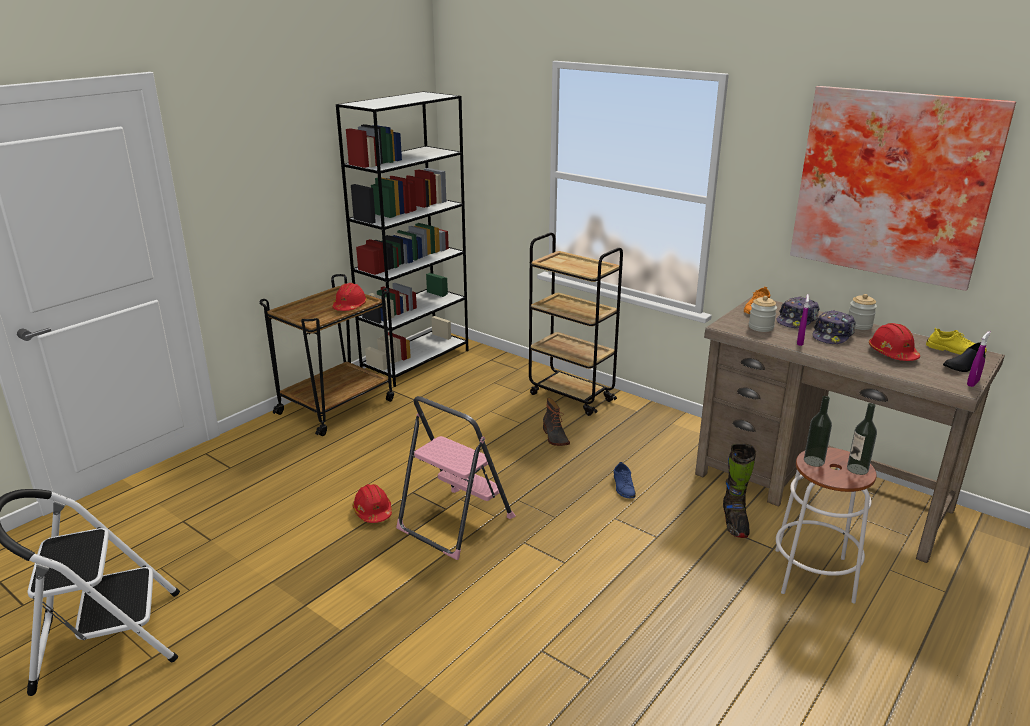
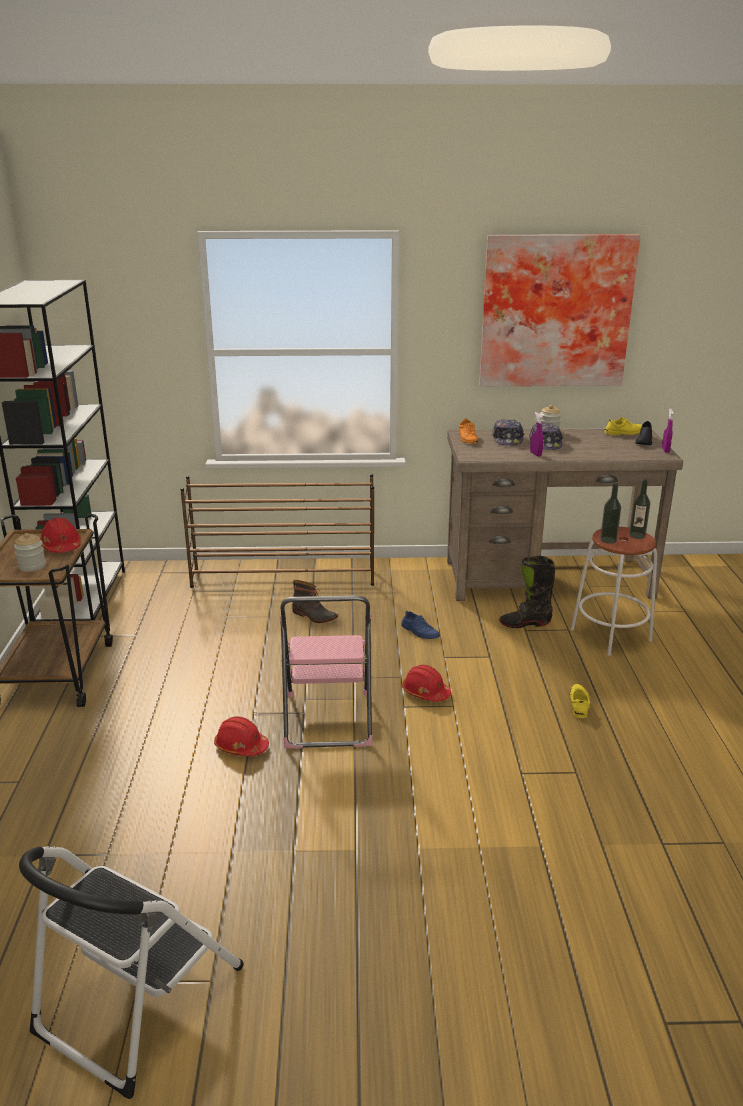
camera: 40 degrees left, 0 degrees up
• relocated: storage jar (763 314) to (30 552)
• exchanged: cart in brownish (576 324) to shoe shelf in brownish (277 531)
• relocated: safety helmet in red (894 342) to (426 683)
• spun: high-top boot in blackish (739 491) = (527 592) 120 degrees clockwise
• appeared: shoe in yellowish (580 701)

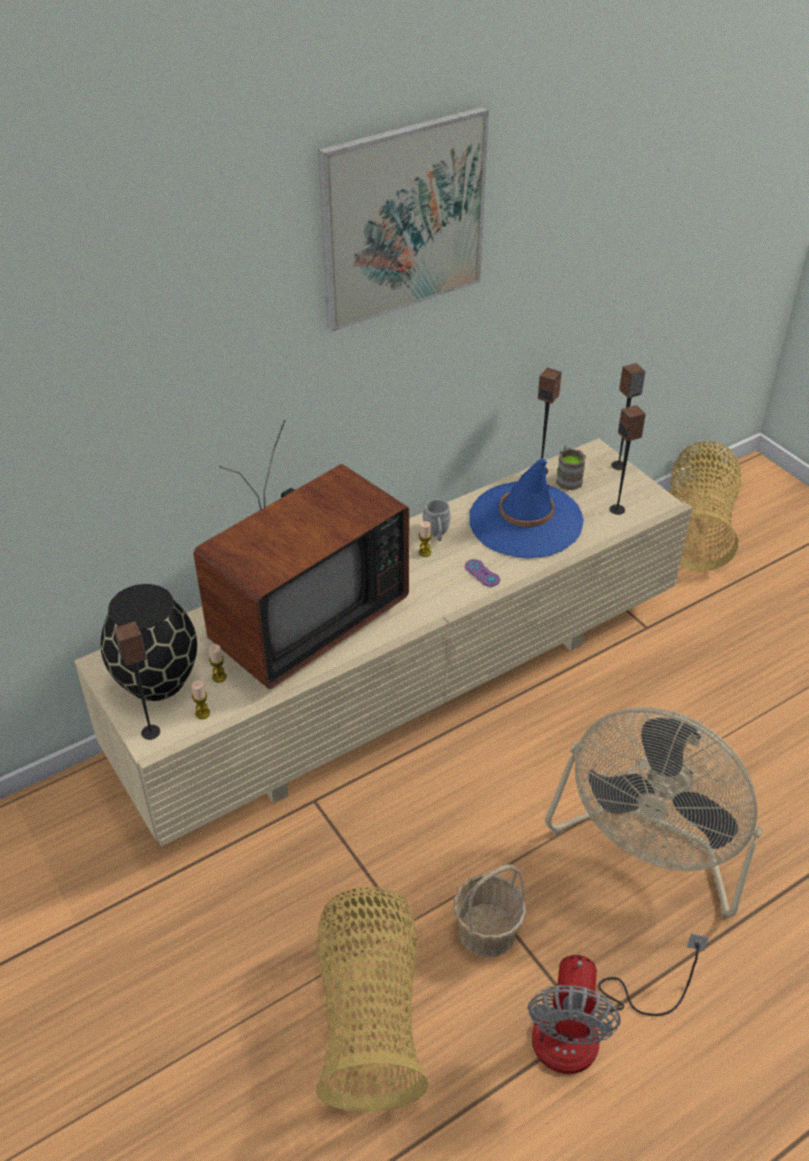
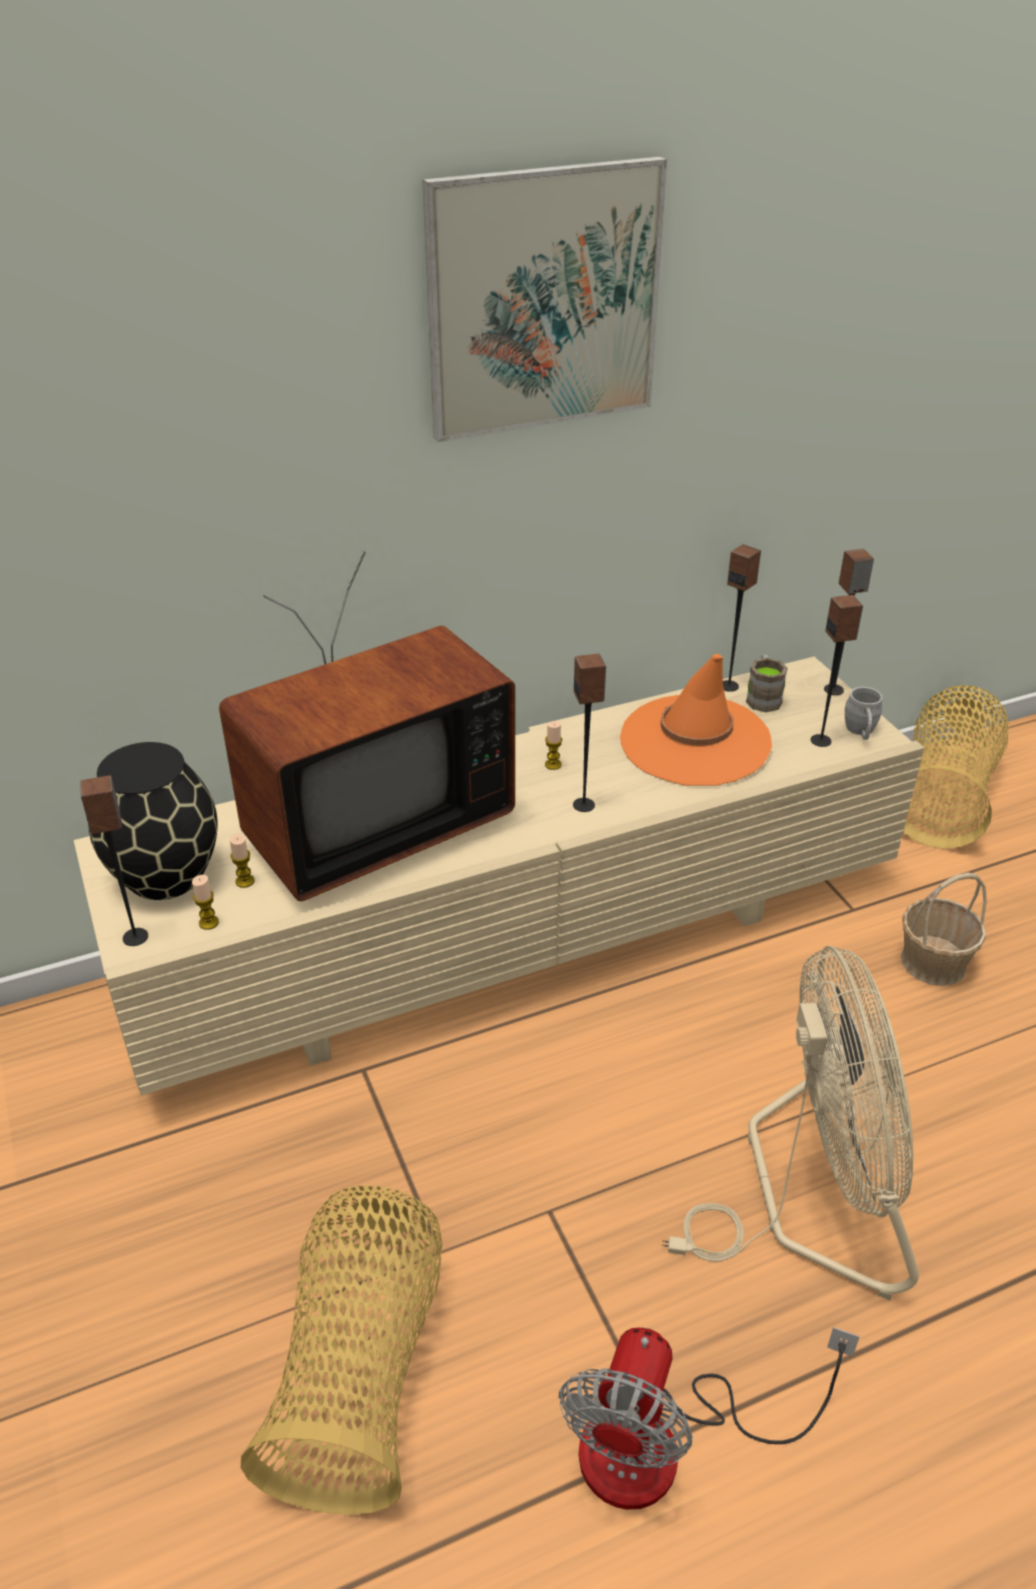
camera: 10 degrees right, 5 degrees down
• appeared: loudspeaker (589 733)
• colour: clothing hat in blue-coloured (526 508) to clothing hat in orange (696 720)
• spun: cooling fan in beige (654 812) = (791 1123) 135 degrees counterclockwise
• relocated: coffee mug in gray (437 520) to (864 713)
• relocated: basket (489 910) to (944 929)
• missing: game controller in purple-coloured (482 573)

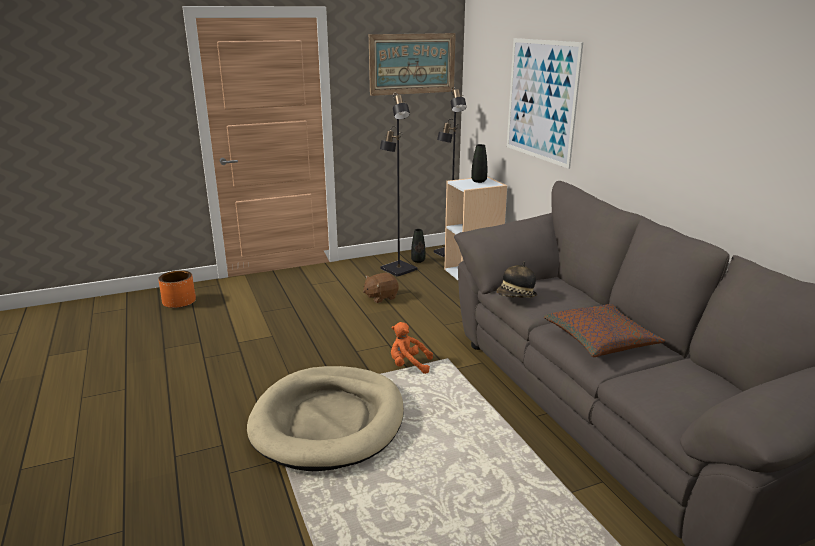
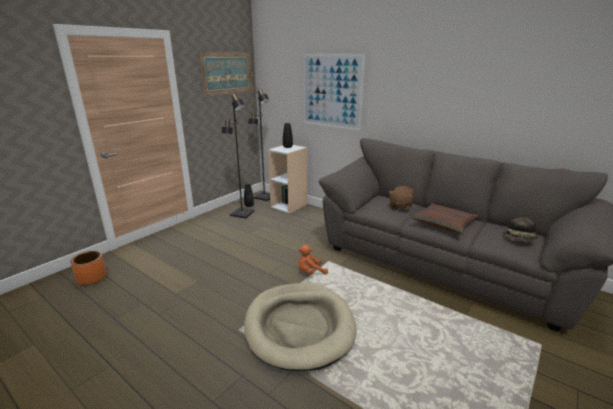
camera: 30 degrees left, 0 degrees up
• relocated: cuddly toy in brownish (380 288) to (402 198)
• relocated: clothing hat (516 280) to (521 228)

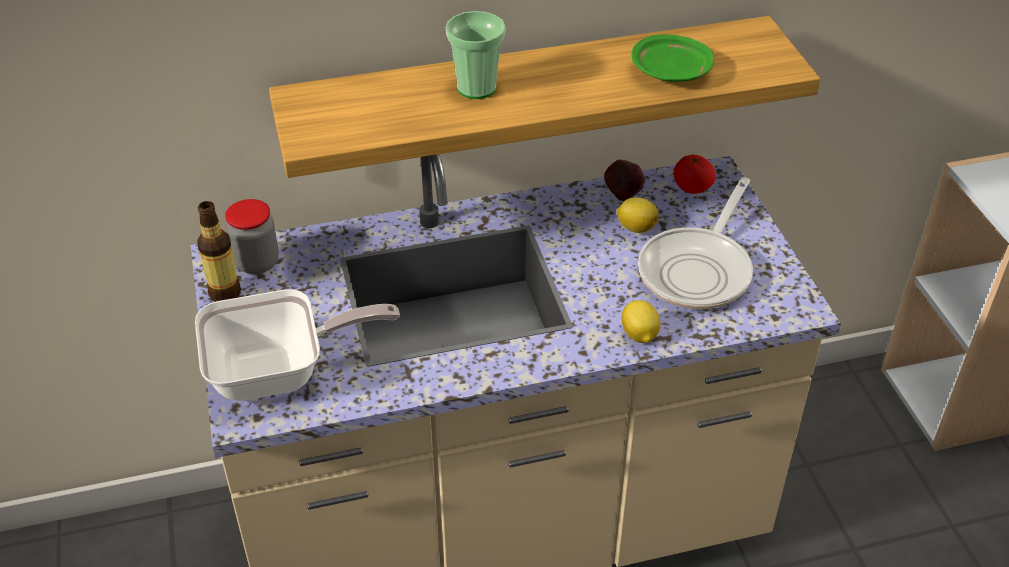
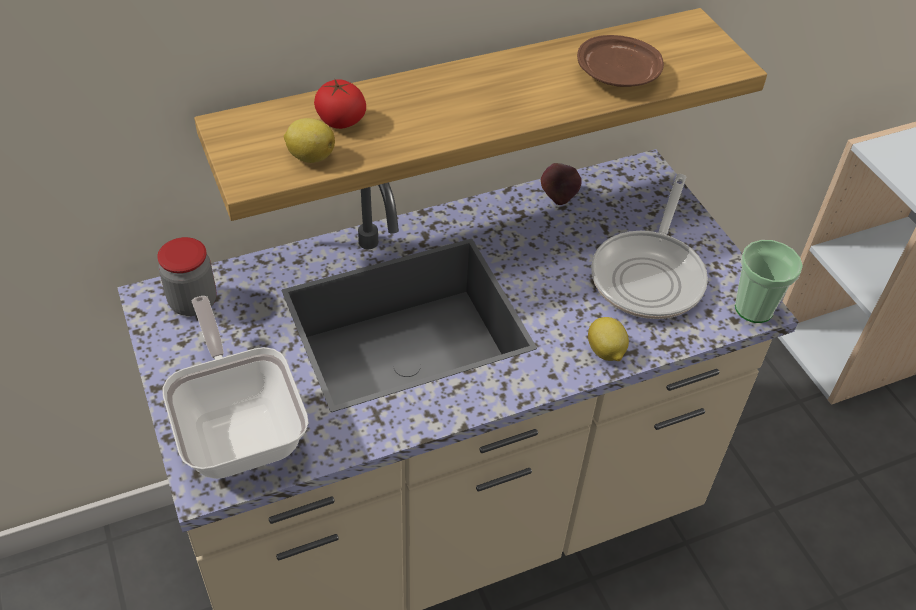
camera: 10 degrees left, 5 degrees up
• spun: pan (297 345) = (235 387) 90 degrees counterclockwise
• relocated: lemon (637 215) to (309 140)
• relocated: fresh tomato (694 174) to (340 104)
• colour: dinner plate in greenish (673 58) to dinner plate in brownish (620 61)
• relocated: cup (476 55) to (769 281)
• missing: beverage bottle (219 251)

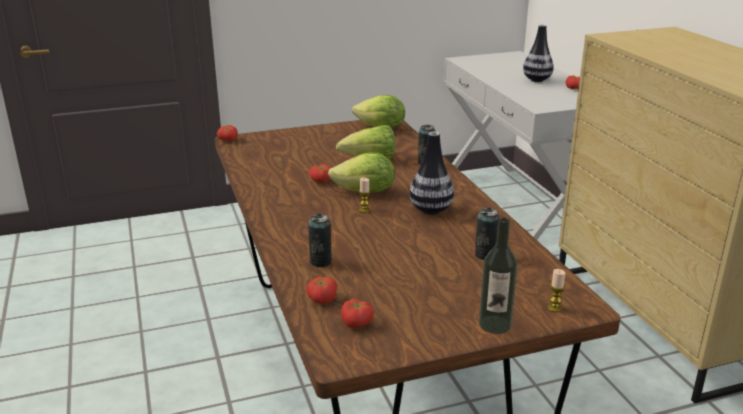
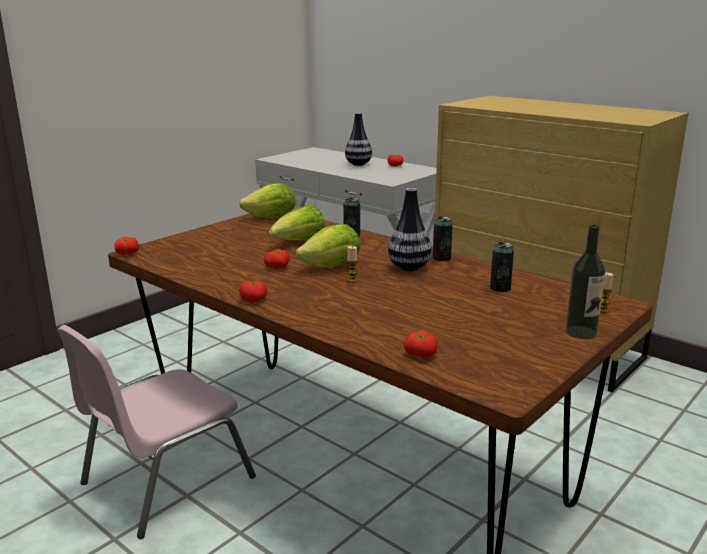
camera: 30 degrees left, 5 degrees down
• appeared: plain chair in pinkish (156 432)
• relocated: fresh tomato (357 313) to (253 291)
• relocated: can (320 240) to (443 238)

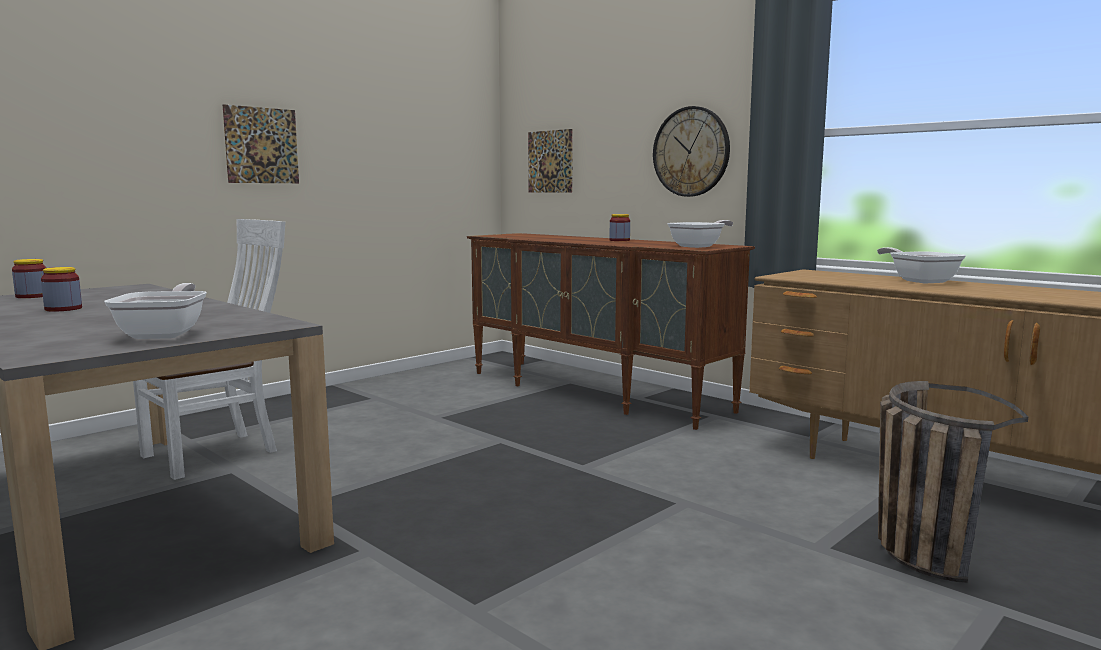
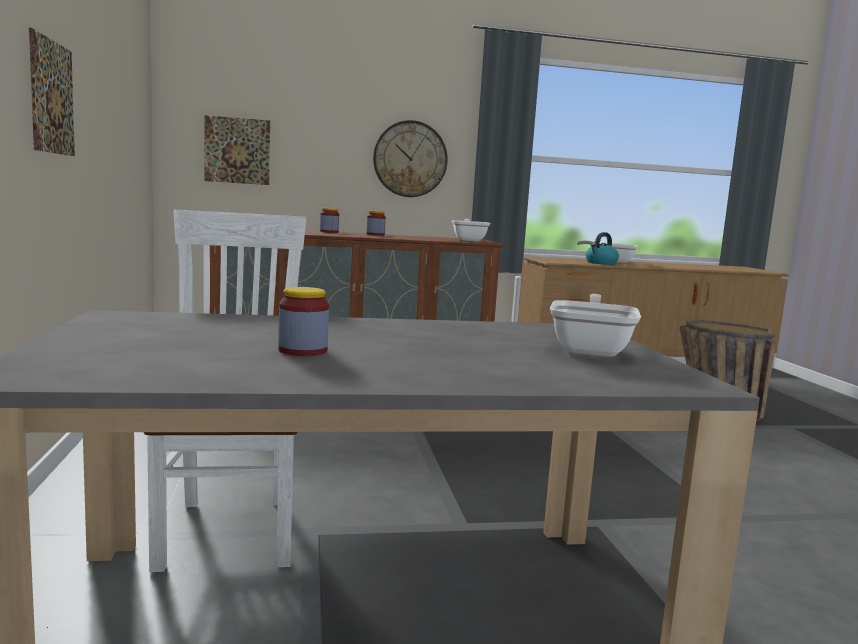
camera: 55 degrees left, 0 degrees up
• relocated: storage jar (29 278) to (329 220)
• spun: pan (155 311) = (595 325) 75 degrees clockwise
• appeared: kettle (602 248)

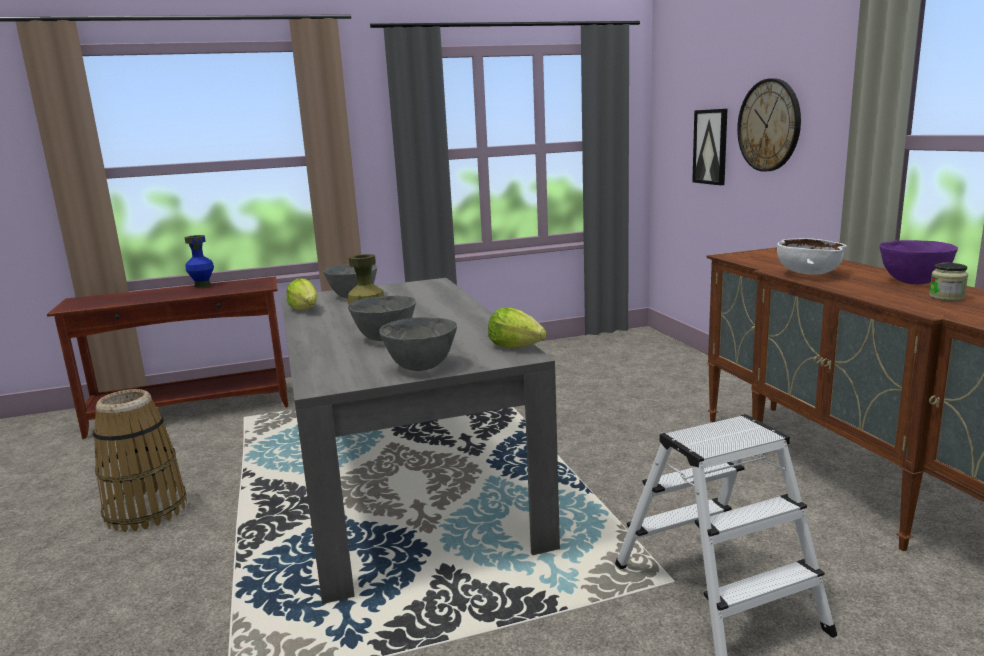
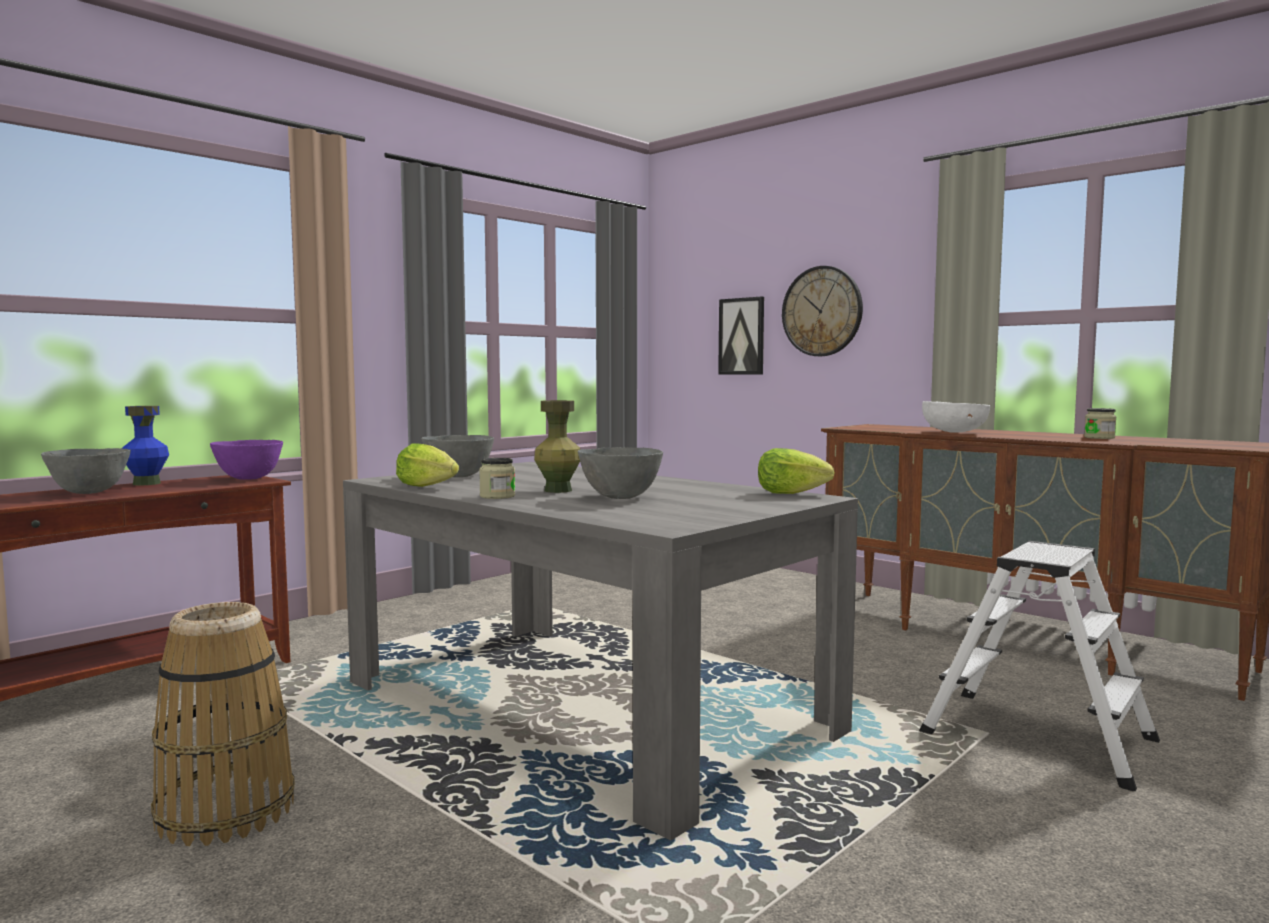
camera: 30 degrees left, 10 degrees down
• relocated: deep dish in gray (418 344) to (86 471)
• relocated: deep dish in purple-coloured (918 262) to (246 460)
• appeared: storage jar (497 478)

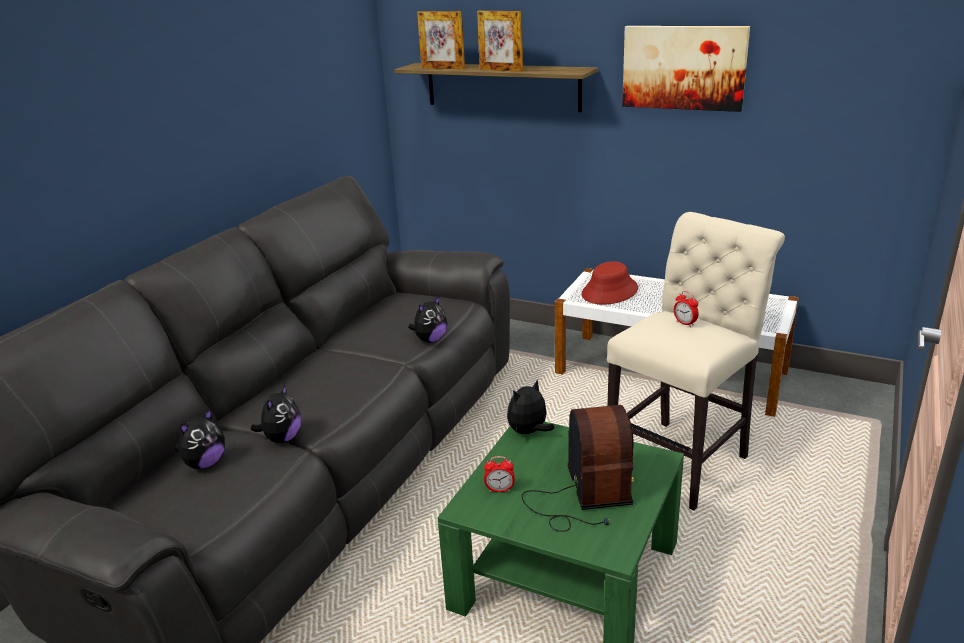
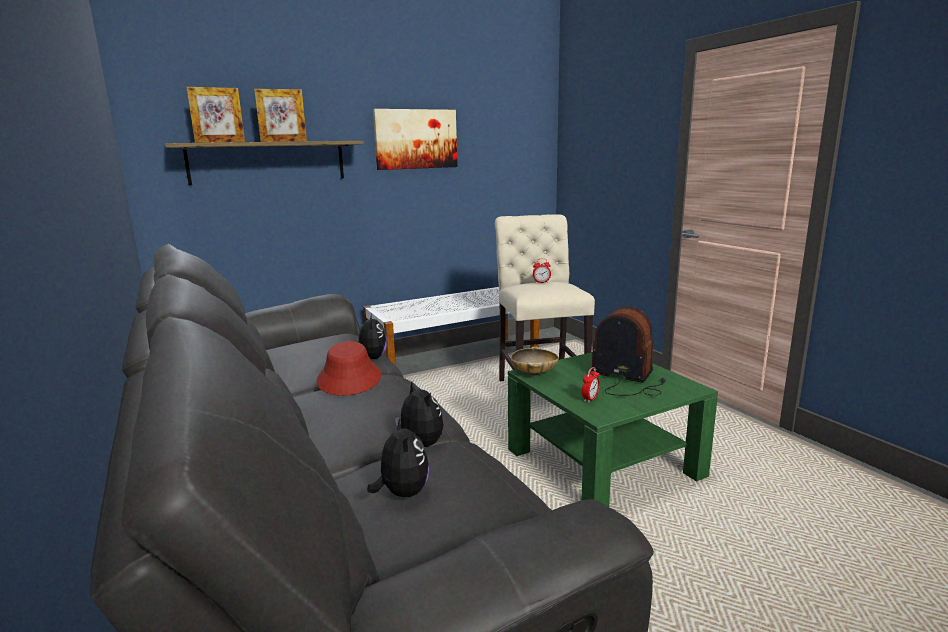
camera: 55 degrees left, 10 degrees down
• relocated: clothing hat in red (609 282) to (349 368)
• exchanged: cuddly toy (531 407) to deep dish in beige (535 361)

